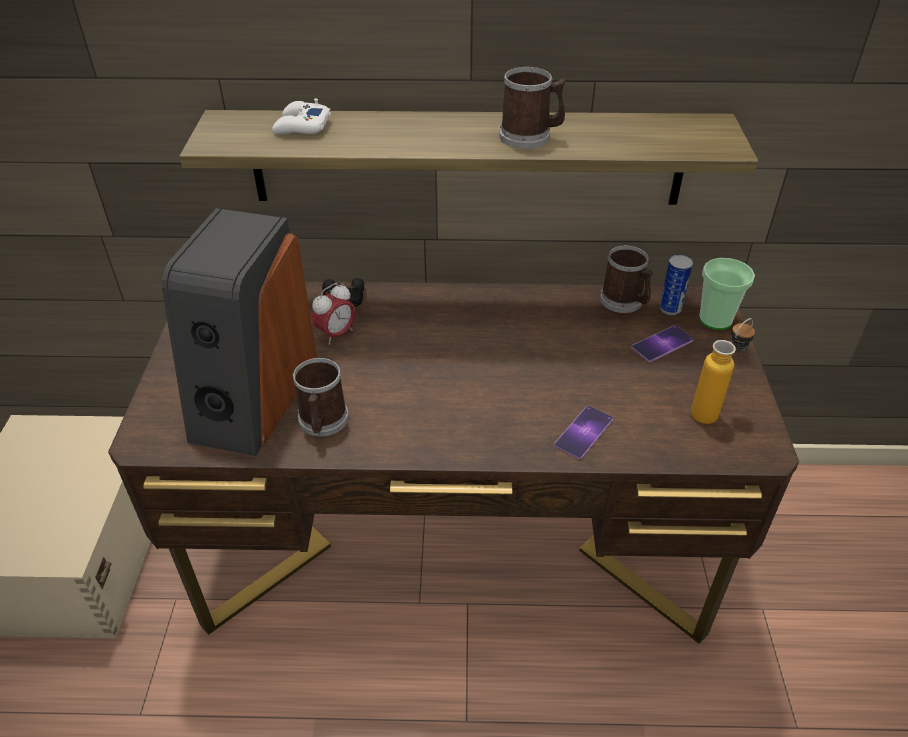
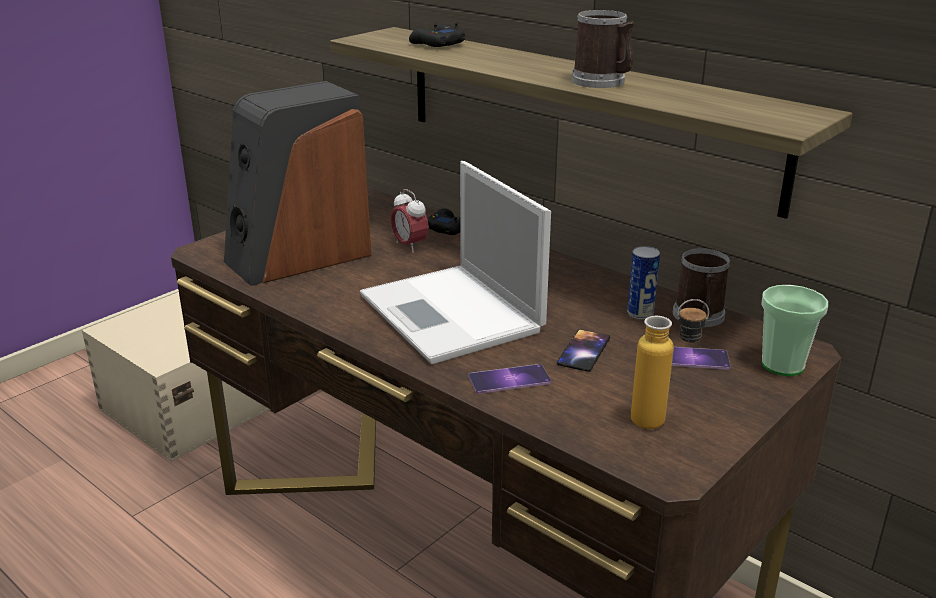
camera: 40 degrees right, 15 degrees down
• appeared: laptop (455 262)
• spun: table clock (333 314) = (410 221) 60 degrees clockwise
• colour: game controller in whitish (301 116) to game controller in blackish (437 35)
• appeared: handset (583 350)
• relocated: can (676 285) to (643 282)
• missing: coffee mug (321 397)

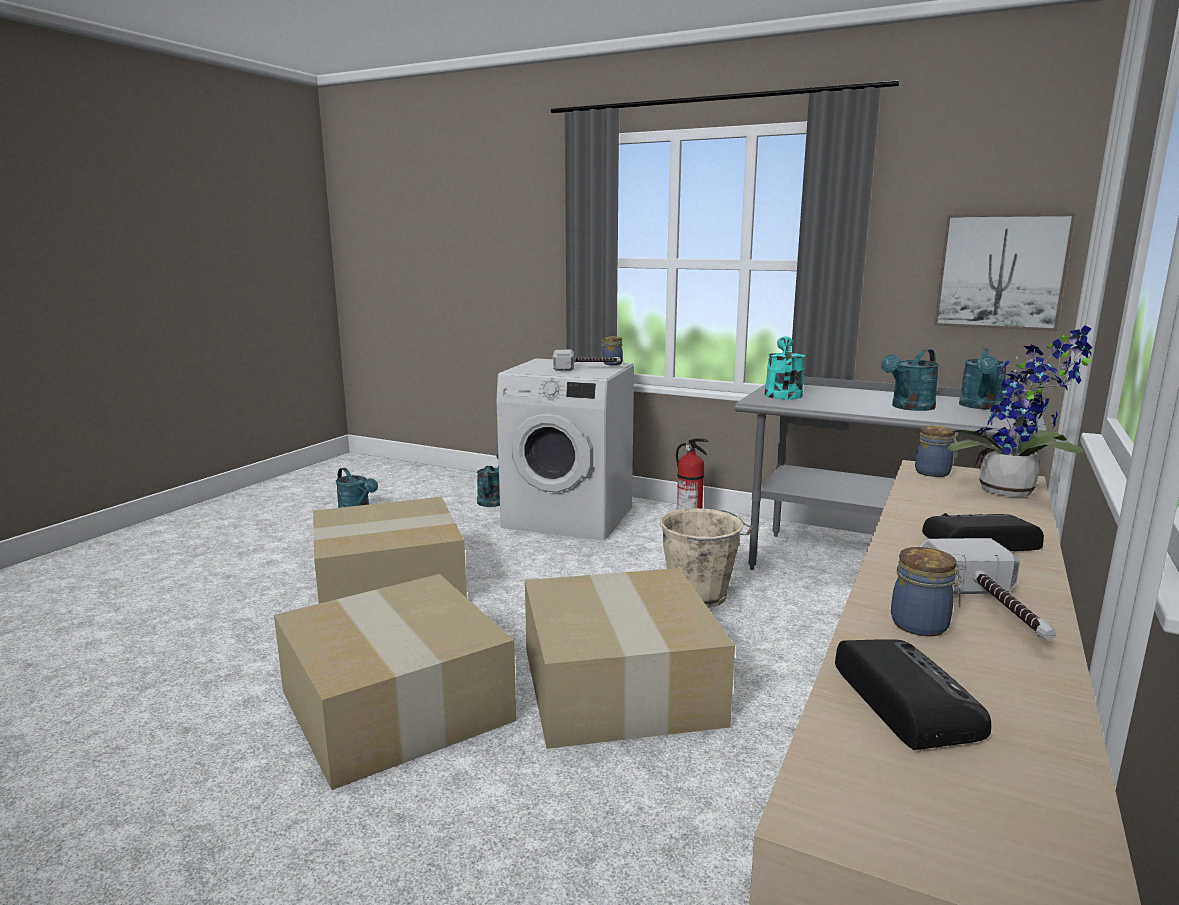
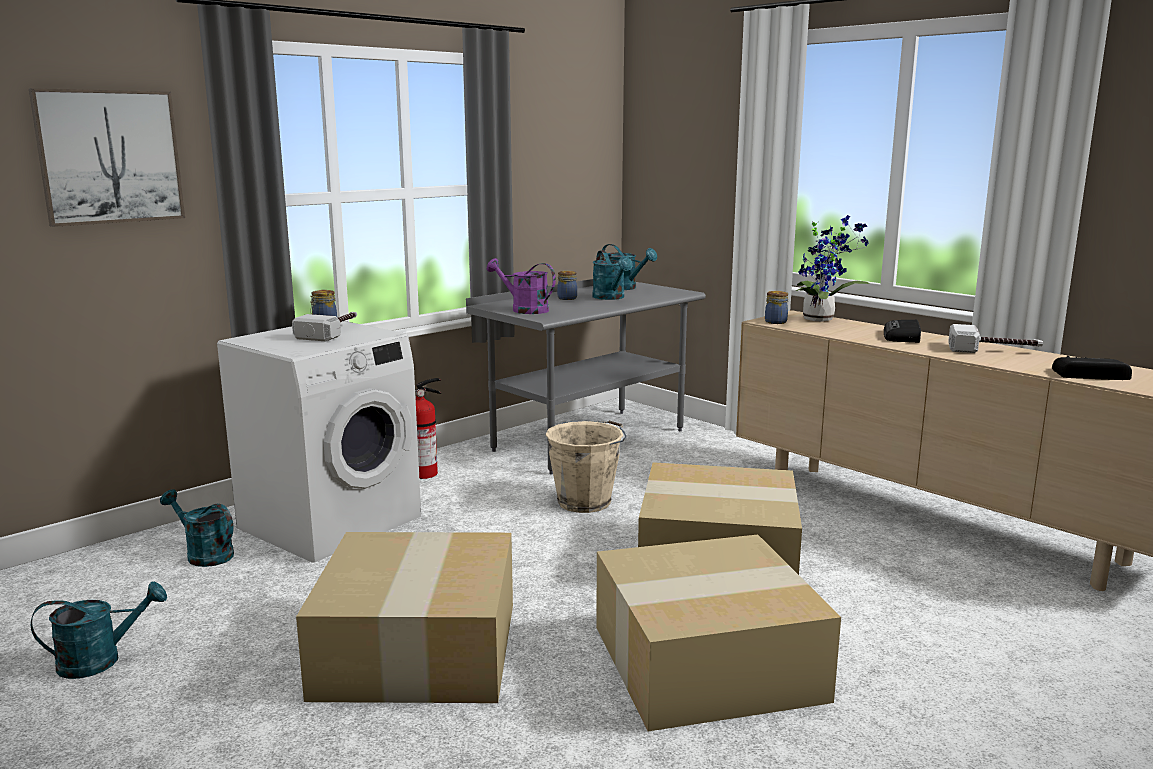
camera: 70 degrees left, 0 degrees up
• relocated: wall picture (1005 272) to (107 157)
• colour: watering pot in turquoise (785 368) to watering pot in purple-coloured (521 286)
• relocated: storage jar (927 592) to (567 285)

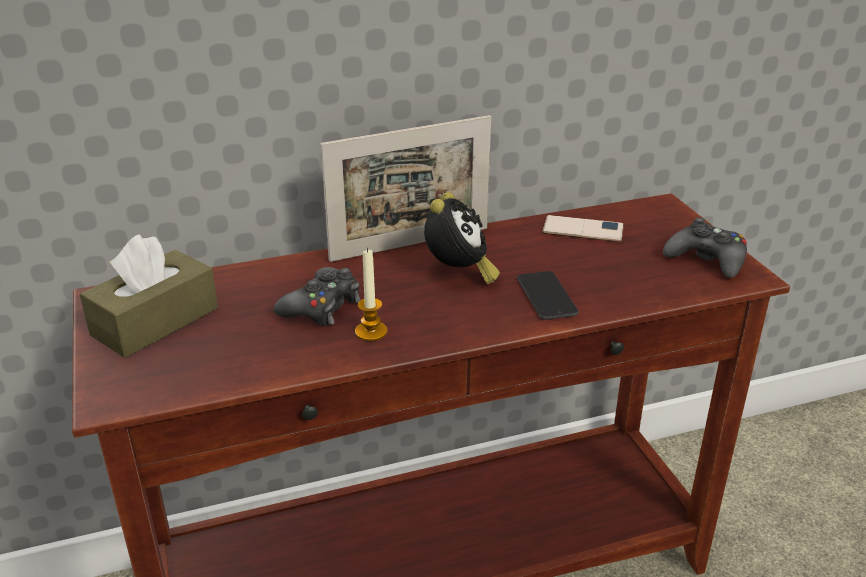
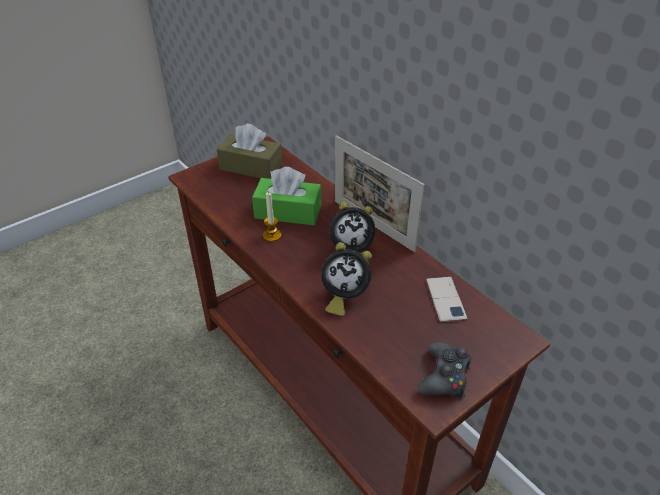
camera: 70 degrees right, 10 degrees up
• exchanged: game controller in blackish (317 296) to tissue box in greenish (286 196)
• exchanged: handset (548 295) to table clock (346 279)

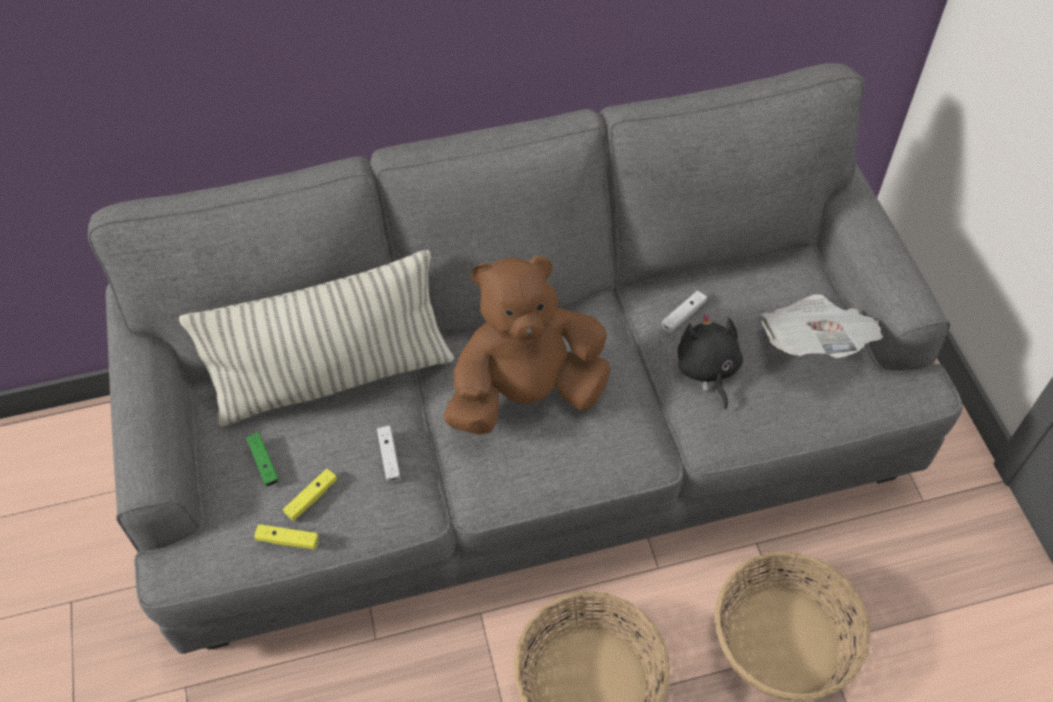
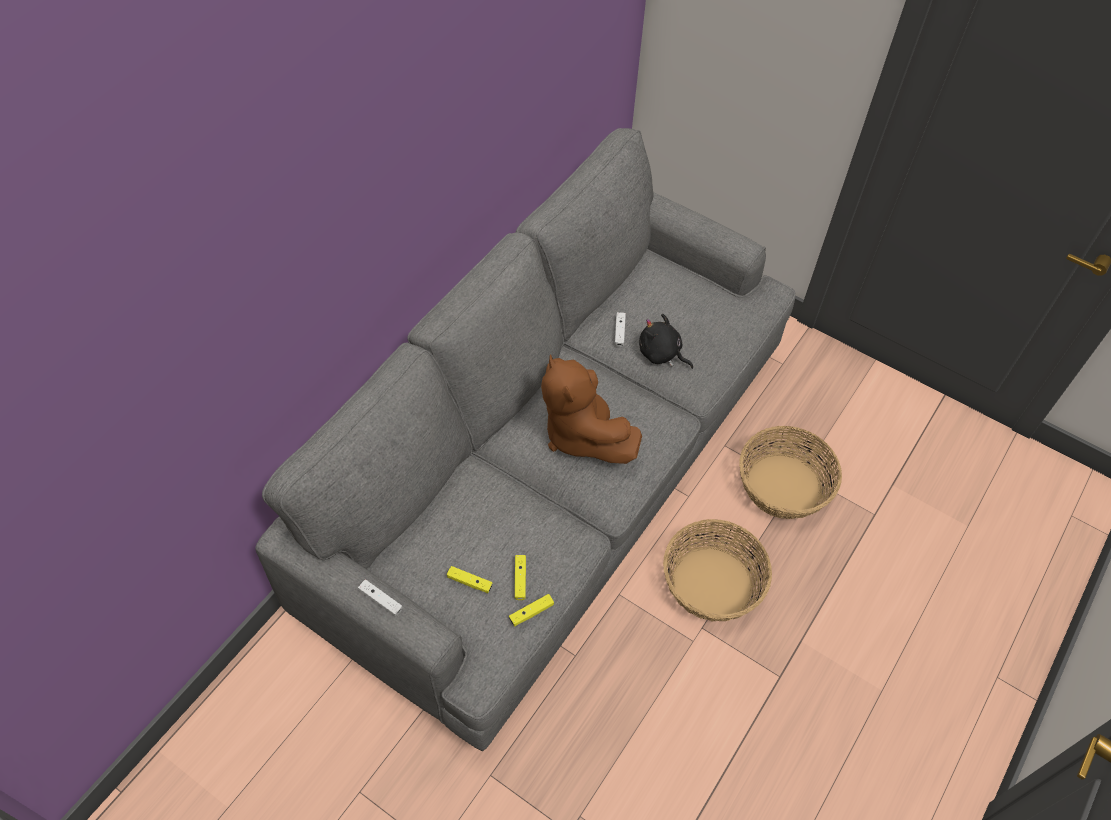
camera: 45 degrees left, 0 degrees up
• relocated: game controller in whitish (389 454) to (380 598)
• colour: game controller in greenish (262 459) to game controller in yellowish (470 579)
• spun: cuddly toy in brownish (527 345) = (591 409) 60 degrees counterclockwise
• missing: pillow (316 338)
• missing: printed paper (822 326)

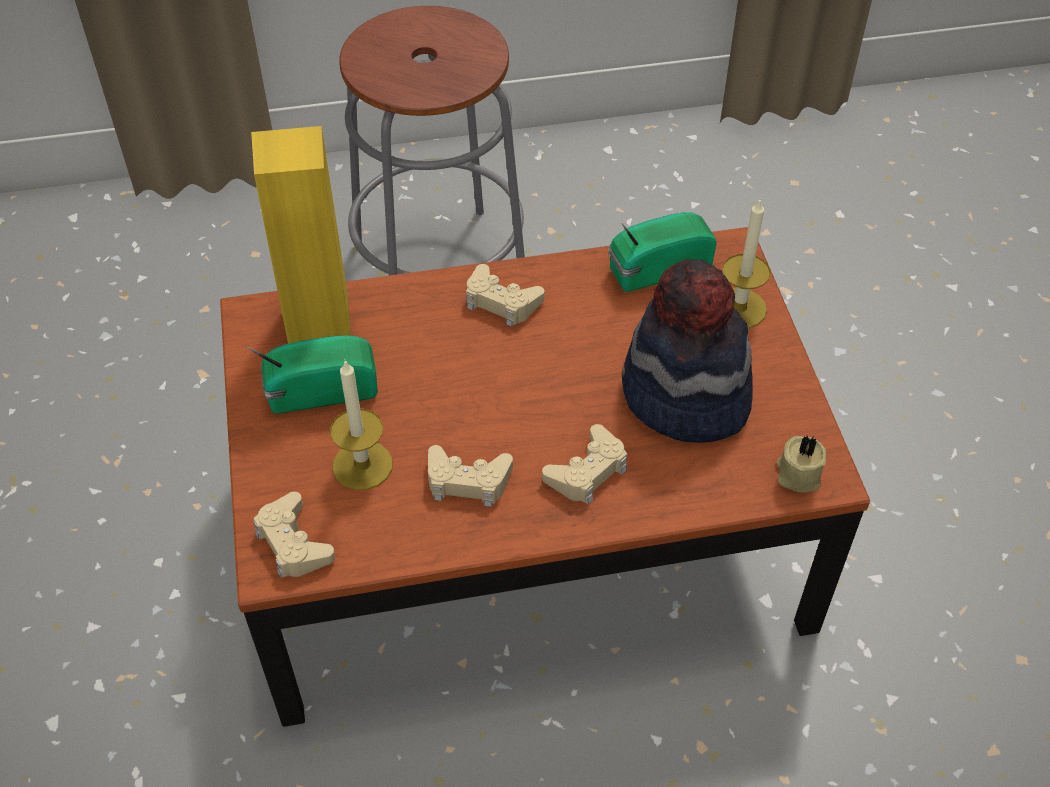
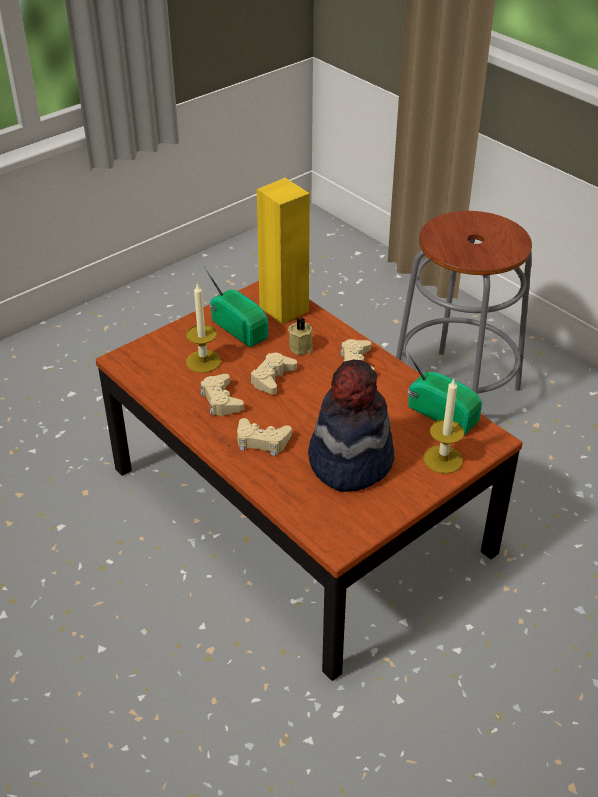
camera: 60 degrees right, 10 degrees down
• relocated: game controller in beige (294 535) to (273 373)
• relocated: wax candle in beige (801 464) to (300 336)

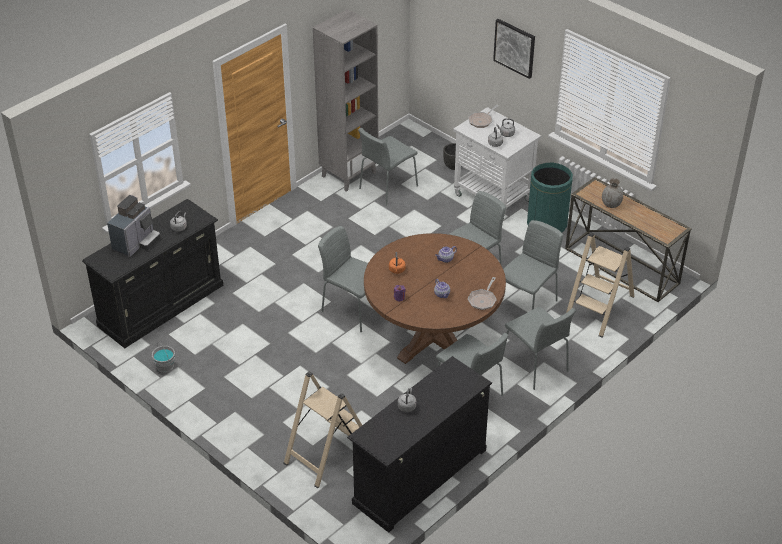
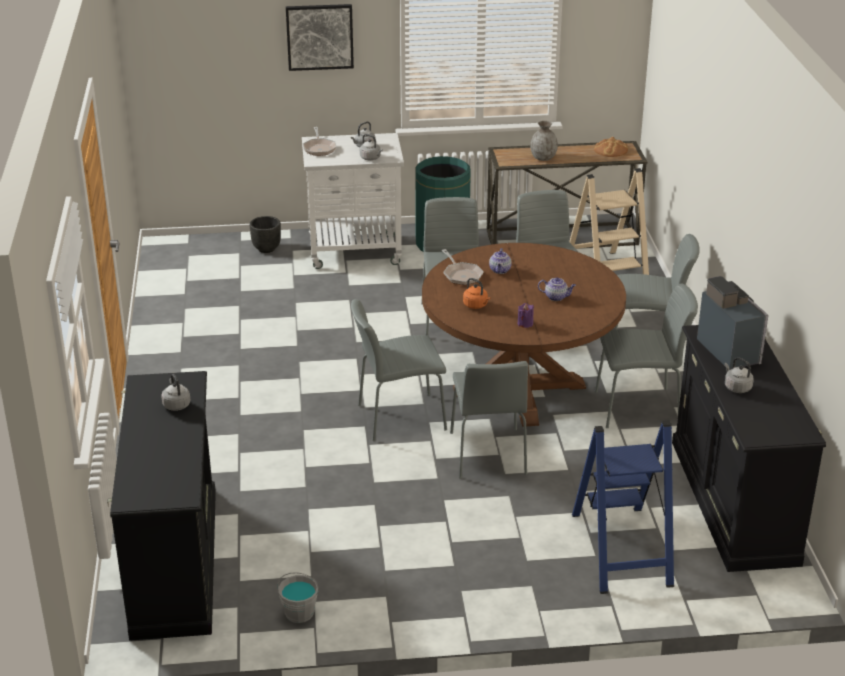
camera: 50 degrees left, 10 degrees down
• relocated: pan (482 293) to (463 267)
• relocated: plain chair in gray (388 167) to (489 420)
• colour: step ladder in beige (322 429) to step ladder in blue-coloured (623 507)
• appeared: bakery bread (611 147)
• relocated: coffee brewer (134 226) to (733 323)
• missing: shelving unit in gray (345 100)

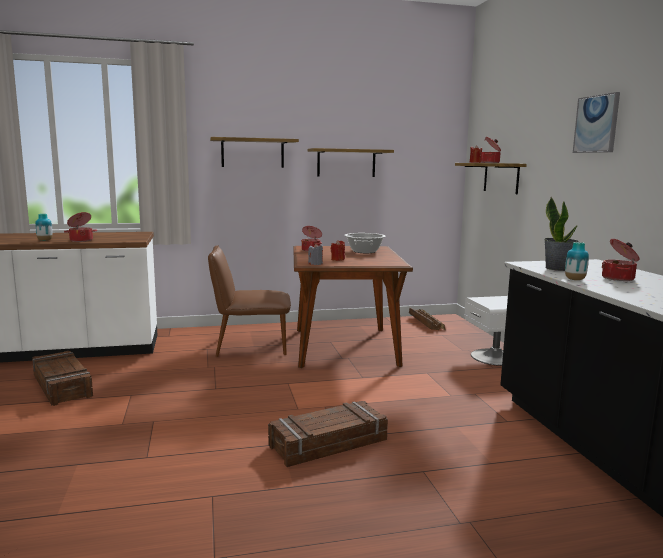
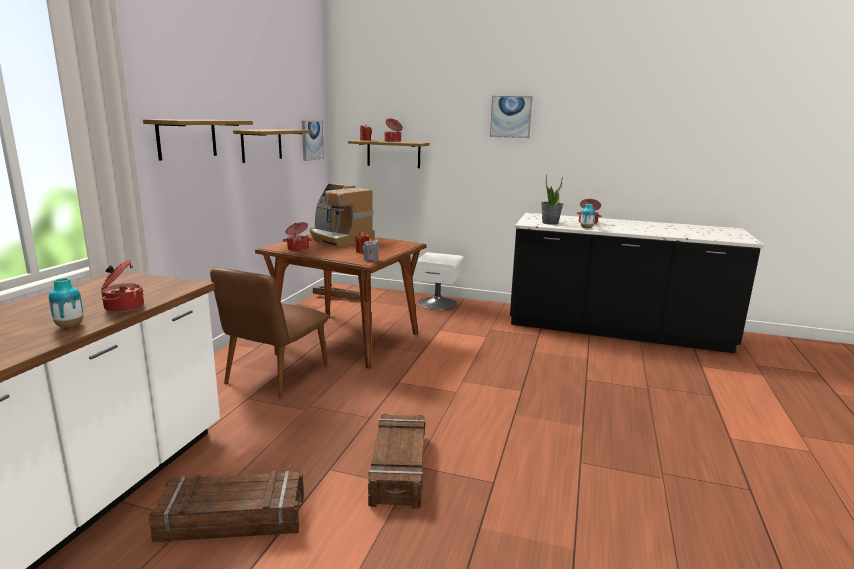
camera: 60 degrees left, 5 degrees up
• appeared: wall picture (313 141)
• exchanged: stockpot (365 243) to coffee brewer (342 216)
• relocated: shipping crate (328 434) to (396 461)

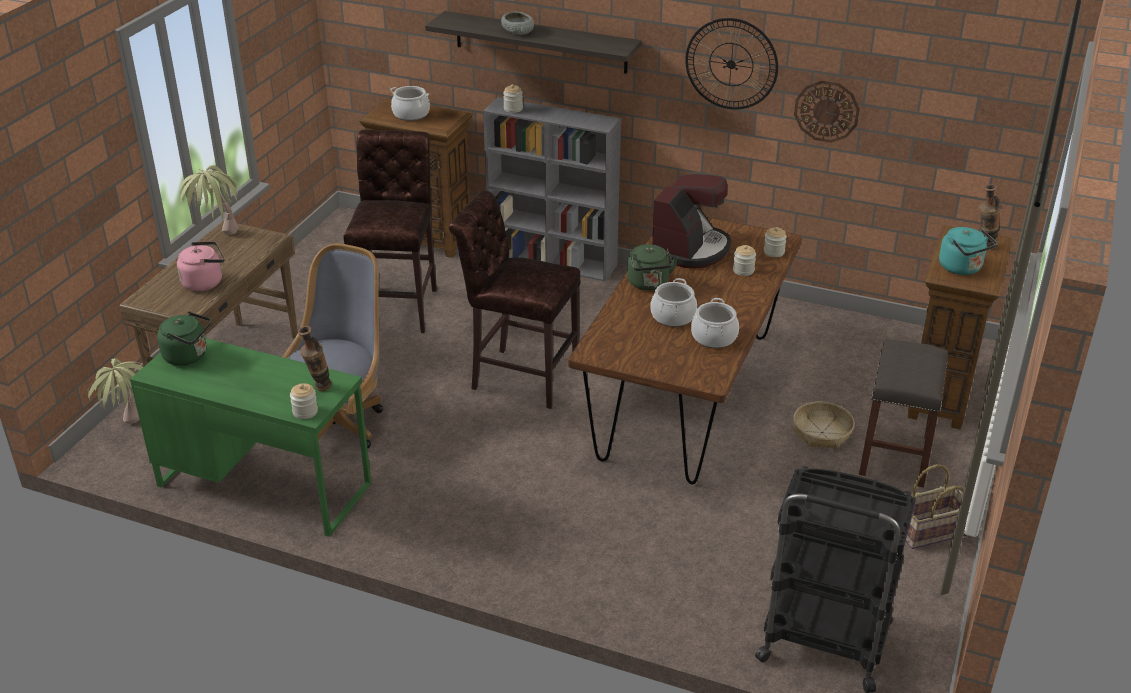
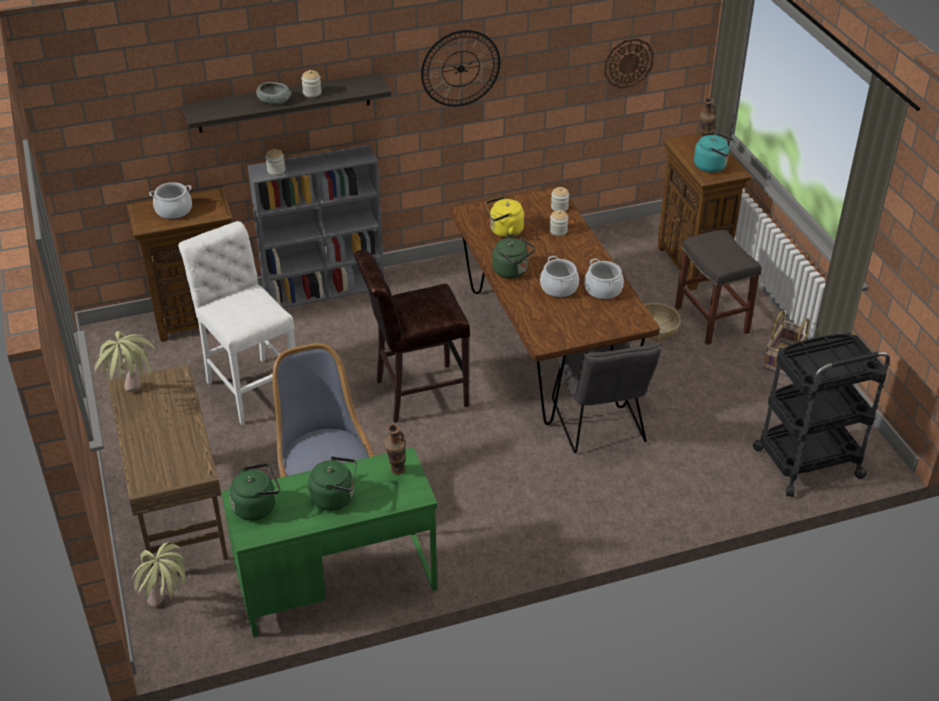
camera: 40 degrees left, 5 degrees up
• colour: sitting stool in brownish (390 231) to sitting stool in whitish (236 323)
• relocated: storage jar (304 401) to (311 83)
• appeared: kettle in greenish (332 483)
• exchanged: coffee brewer (691 221) to kettle in yellowish (504 217)
• appeared: plain chair in gray (607 397)
• relocated: hanging clock (827 111) to (629 63)
• missing: kettle in pinkish (201 266)

